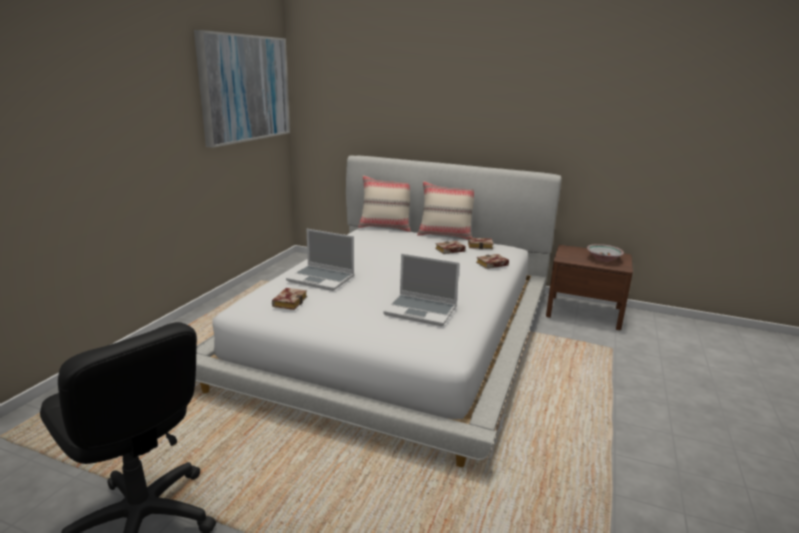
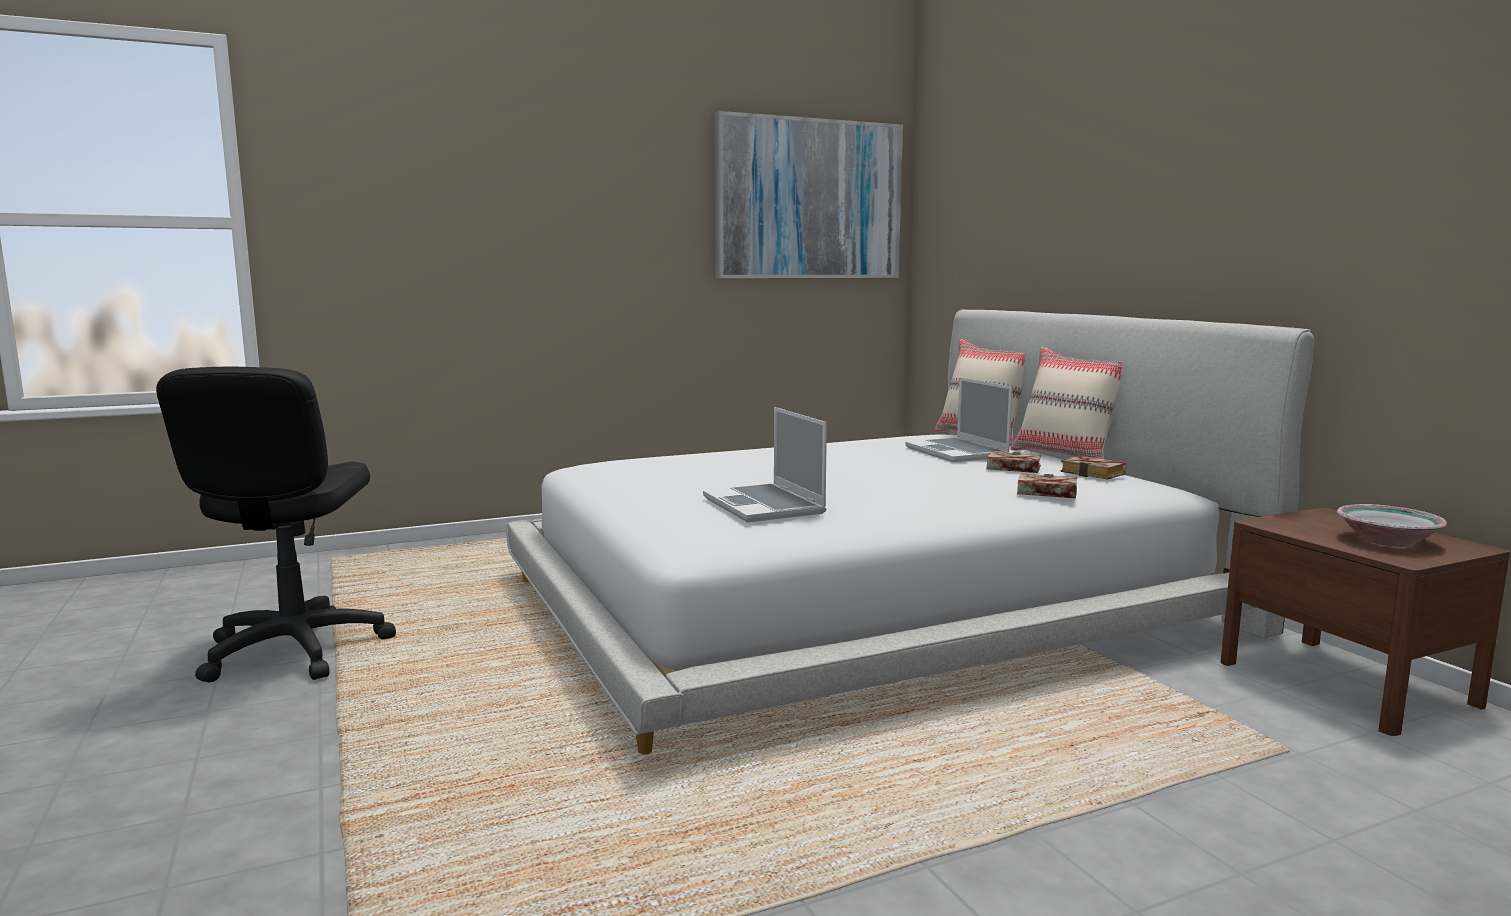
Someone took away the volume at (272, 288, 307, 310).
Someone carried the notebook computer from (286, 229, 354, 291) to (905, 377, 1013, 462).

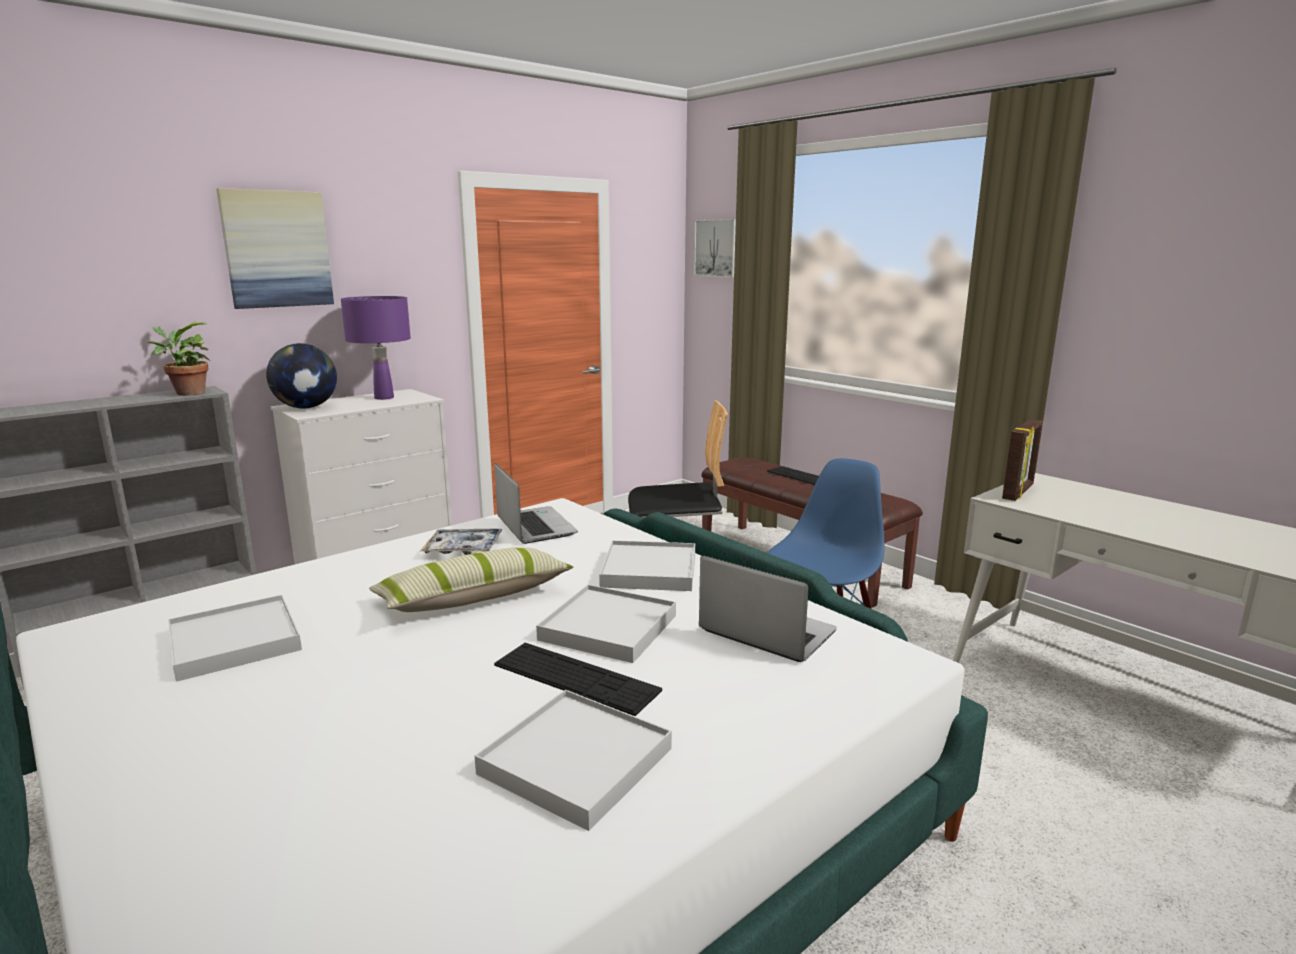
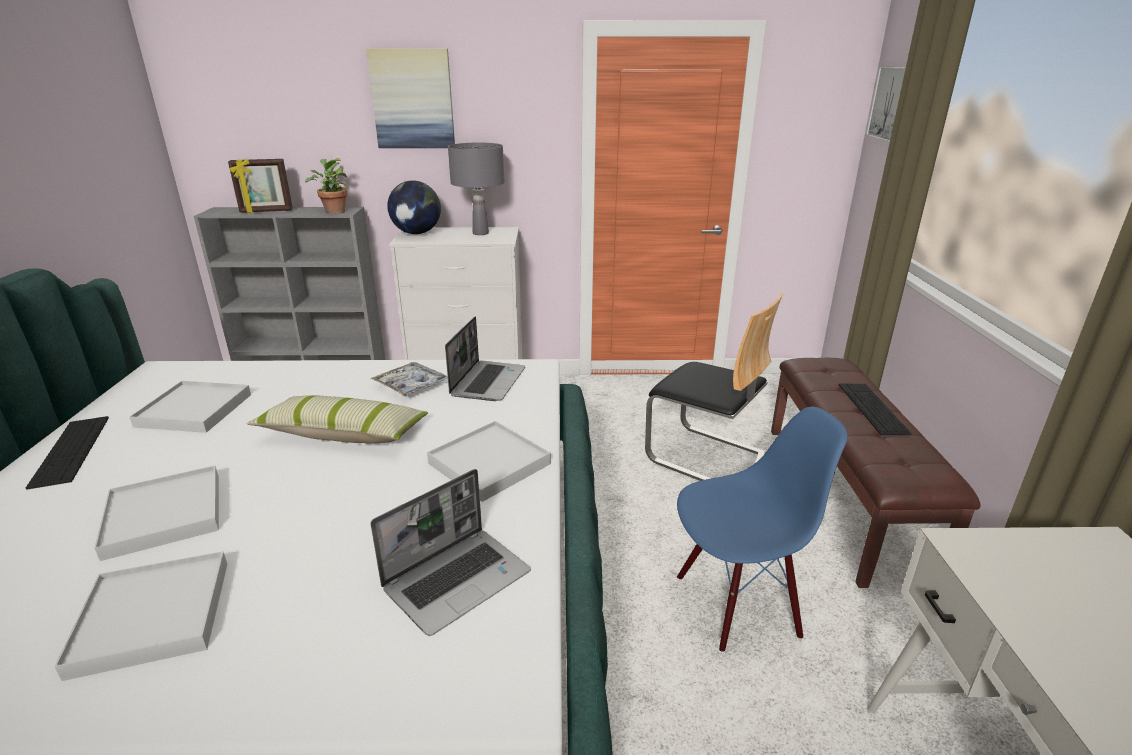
Someone carried the keyboard from (494, 643, 662, 716) to (26, 416, 109, 490).
Someone carried the white-coloured carrying tray from (536, 585, 676, 663) to (94, 466, 219, 561).
Someone carried the standing frame from (1002, 419, 1042, 501) to (228, 159, 293, 213).
Someone repainted the purplish tabletop lamp at (341, 296, 411, 400), which became the greyish tabletop lamp at (448, 143, 504, 235).
Someone rotated the notebook computer at (699, 556, 837, 662) by 60 degrees clockwise.

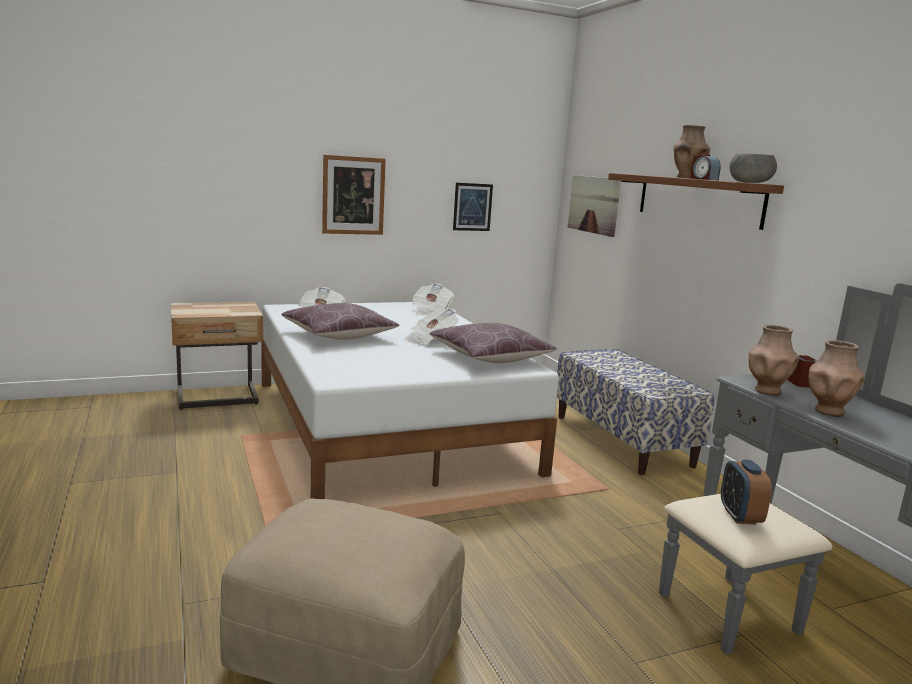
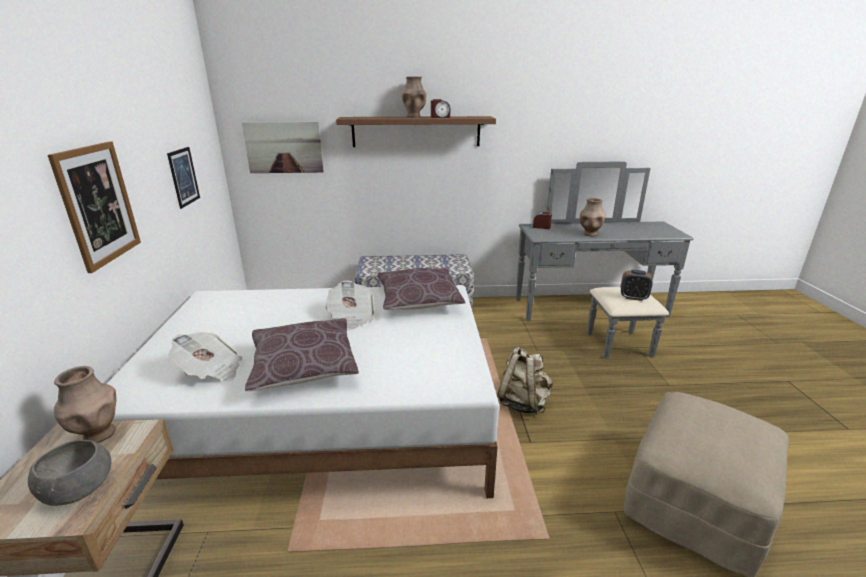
Someone took away the newspaper at (412, 283, 454, 316).
Someone put down the sand-coloured knapsack at (497, 347, 553, 415).
Someone carried the greyish serving bowl from (729, 153, 777, 183) to (28, 440, 111, 506).
Someone carried the brown-coloured decorative vase from (749, 325, 799, 396) to (54, 366, 117, 443).

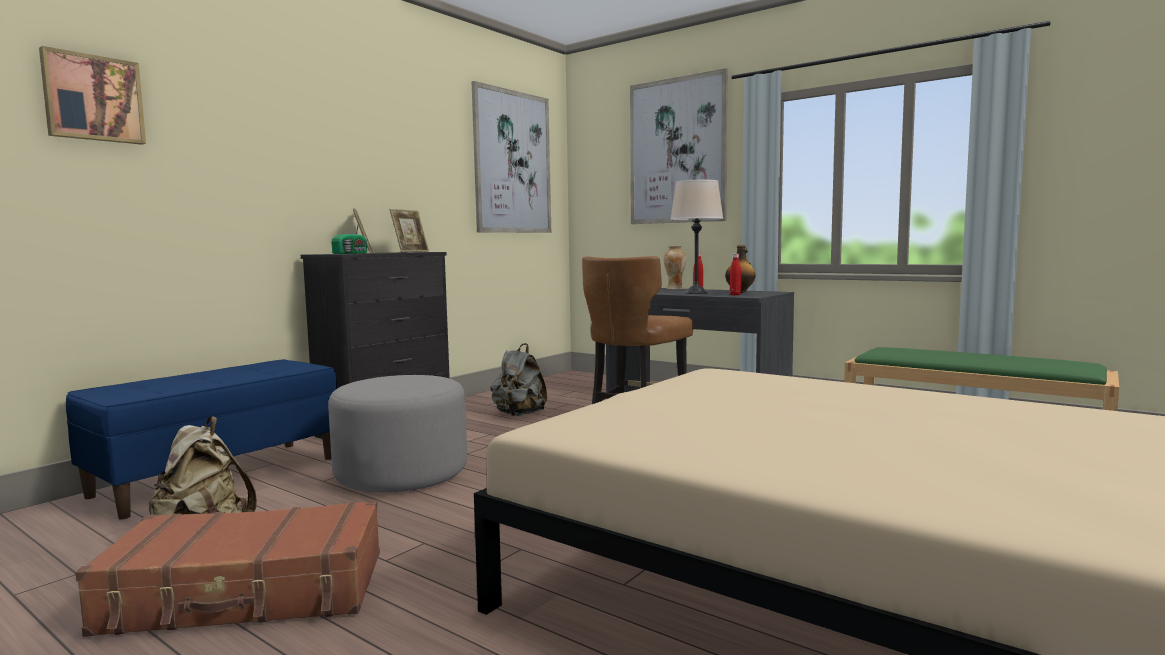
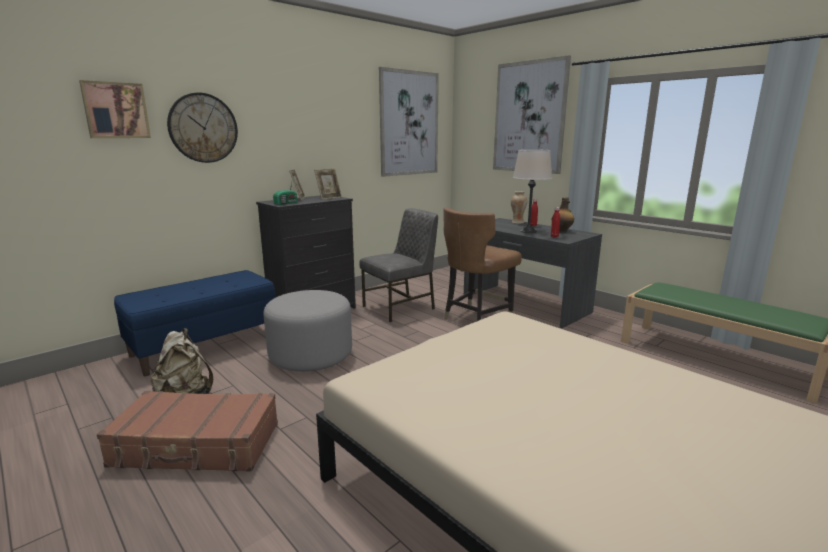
Someone put up the hanging clock at (167, 93, 238, 163).
Someone swapped the greyish knapsack at (491, 343, 547, 416) for the greyish plain chair at (359, 208, 438, 322).

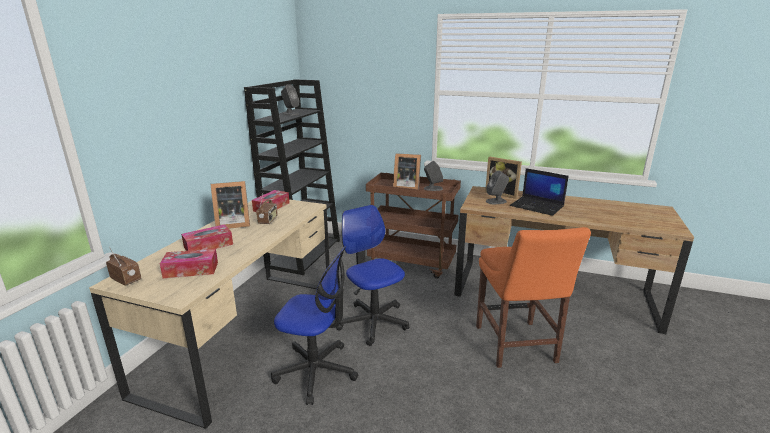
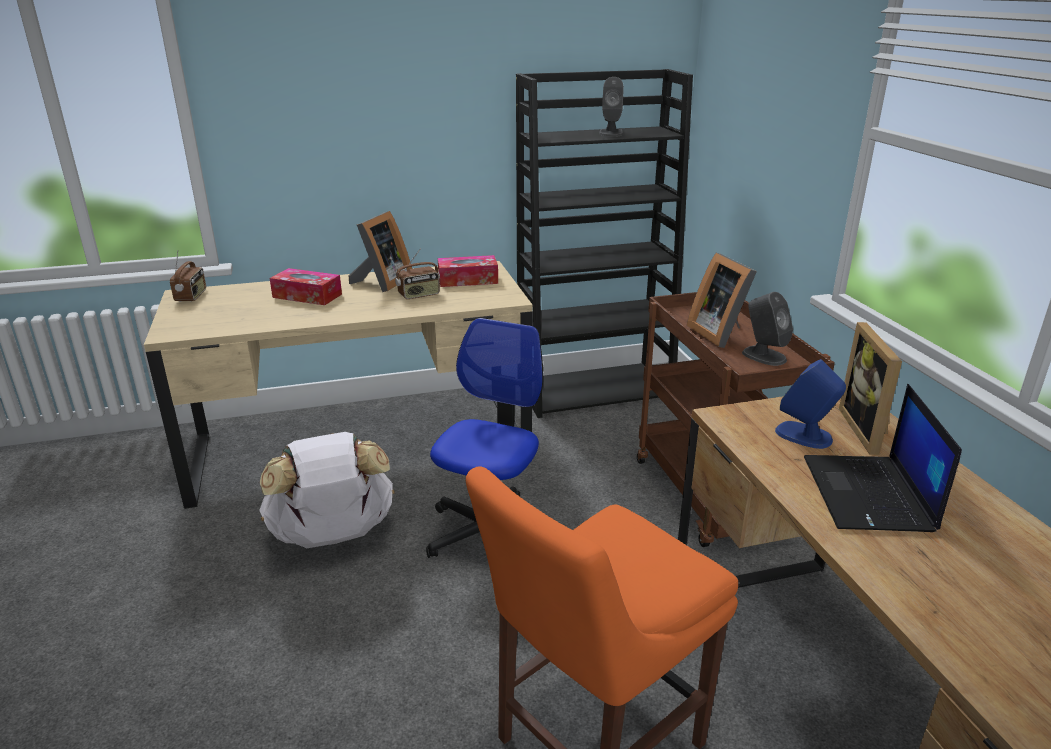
Someone took away the box of tissues at (160, 248, 218, 278).
Someone swapped the office chair at (271, 246, 358, 405) for the white-coloured knapsack at (259, 432, 395, 548).
Someone repainted the greyish audio speaker at (486, 171, 509, 204), which became the blue-coloured audio speaker at (775, 359, 846, 449).
Someone rotated the standing frame at (211, 181, 250, 229) by 105 degrees counterclockwise.

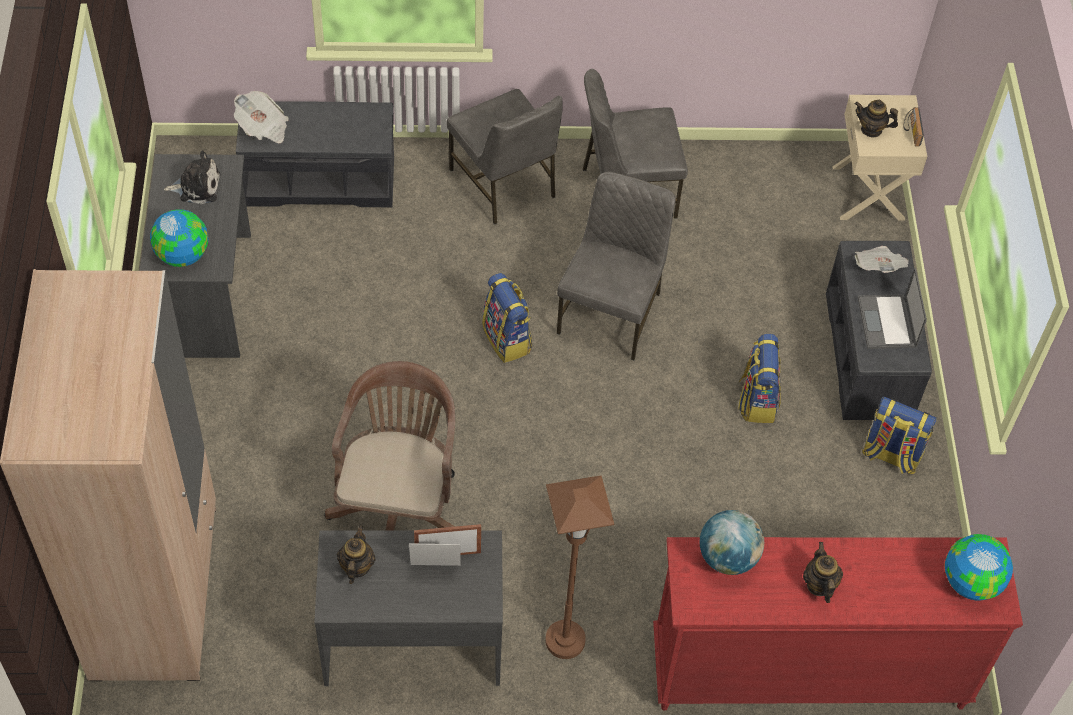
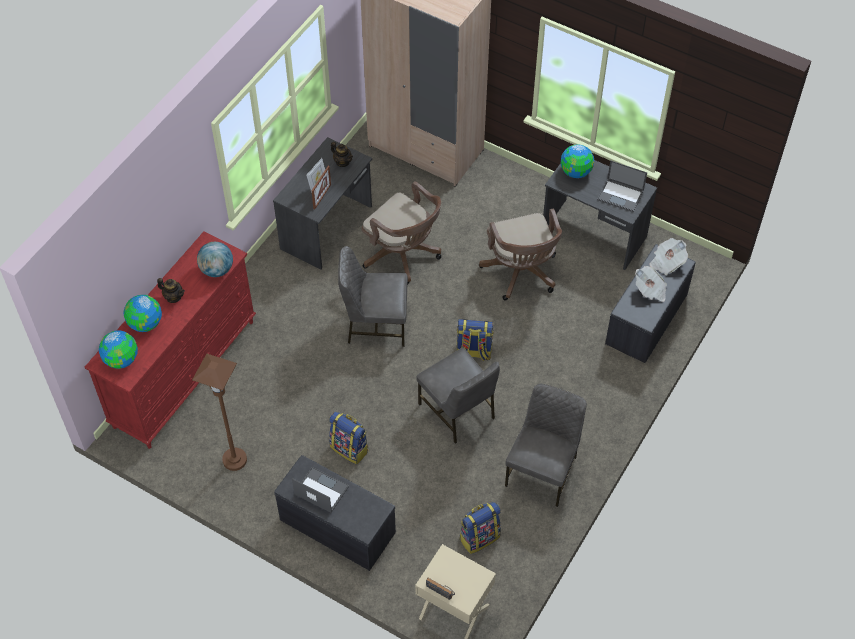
Someone took away the tea pot at (855, 100, 898, 138).
Someone put down the globe at (124, 295, 162, 332).
Someone put down the brown-coloured office chair at (479, 209, 562, 301).
Someone carried the greyish plain chair from (447, 89, 563, 224) to (338, 246, 408, 347).
Someone carried the brown-coloured standard lamp from (545, 475, 614, 659) to (192, 353, 247, 471).
Someone carried the newspaper from (855, 246, 909, 273) to (635, 266, 667, 302).
Someone carried the knapsack from (862, 396, 937, 474) to (460, 502, 501, 554).
Someone swapped the plush toy at (164, 151, 220, 204) for the notebook computer at (597, 160, 647, 212).

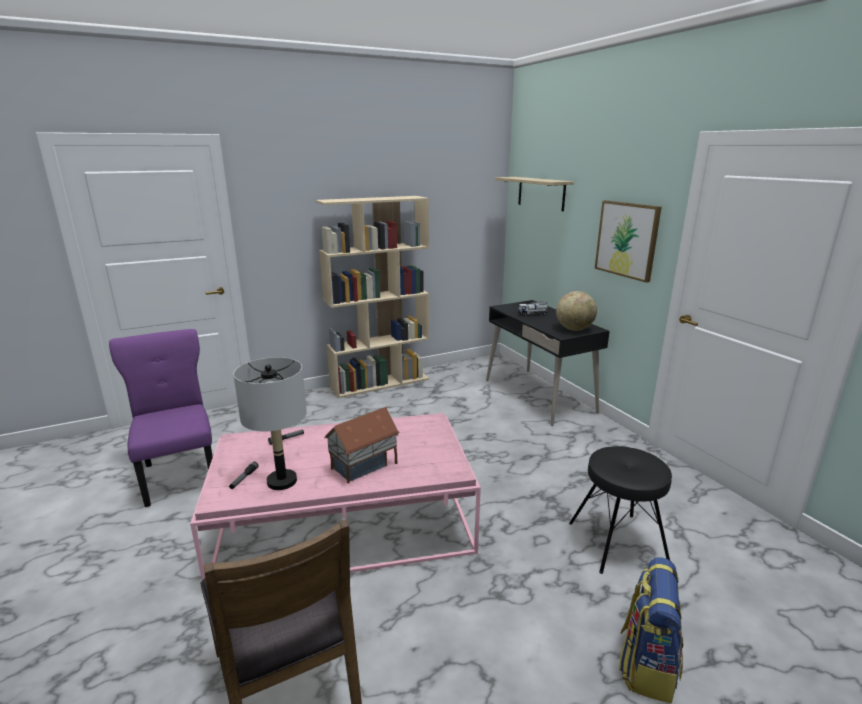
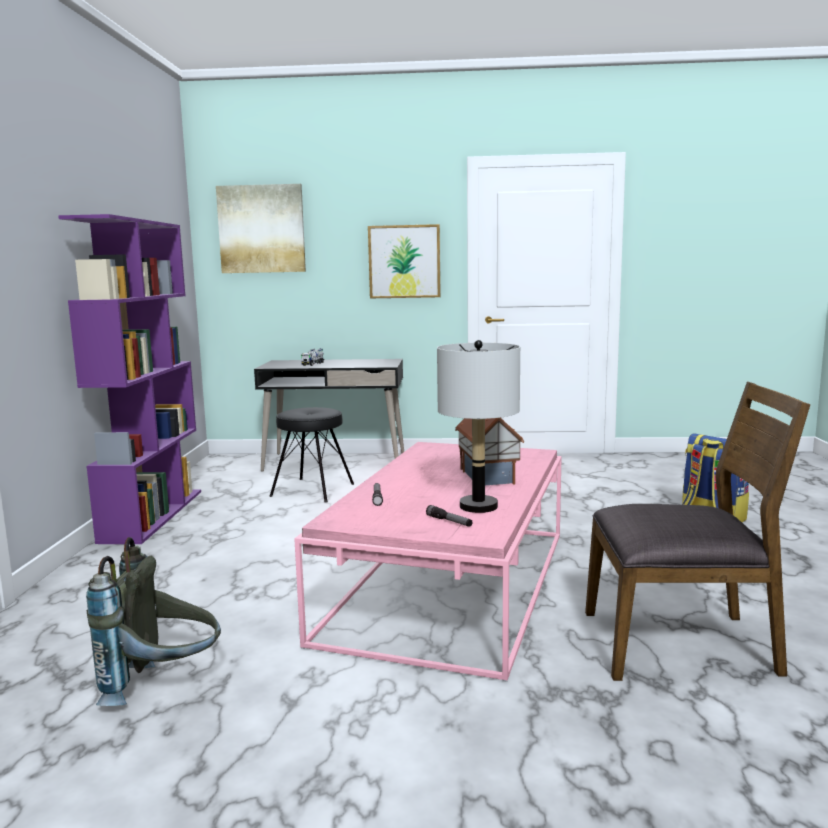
Someone took away the globe at (556, 291, 597, 331).
Someone carried the blackish sitting stool from (569, 446, 672, 574) to (269, 407, 354, 503).
Someone swapped the purplish plain chair at (109, 329, 213, 507) for the greyish knapsack at (86, 537, 221, 706).
Someone swapped the bracket shelf at (495, 177, 574, 211) for the wall picture at (216, 184, 306, 273).
Someone repainted the sand-coloured bookshelf at (315, 196, 429, 398), which became the purplish bookshelf at (58, 214, 201, 544).

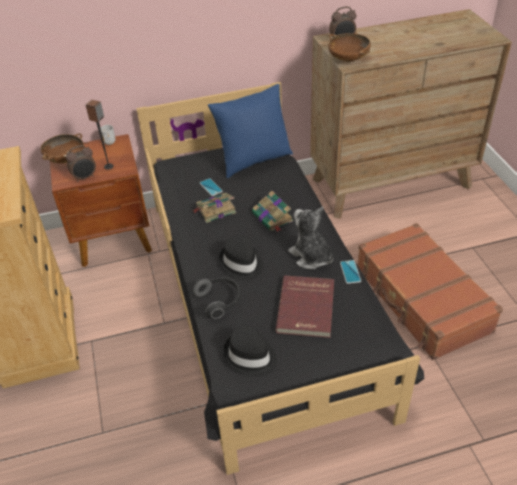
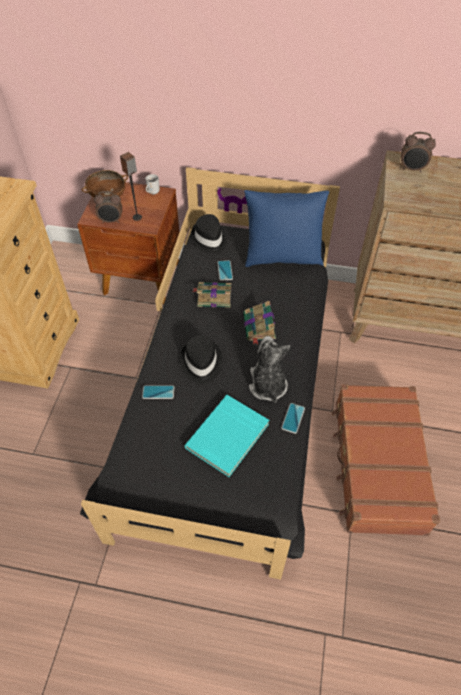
Someone took away the brown-coloured serving bowl at (328, 33, 371, 62).
Someone carried the blackish hat from (223, 325, 277, 377) to (191, 214, 227, 254).
Someone swapped the pair of headphones at (192, 277, 241, 319) for the phone at (142, 385, 174, 399).
Someone repainted the reddish volume at (276, 276, 334, 338), which became the turquoise volume at (185, 395, 269, 477).

